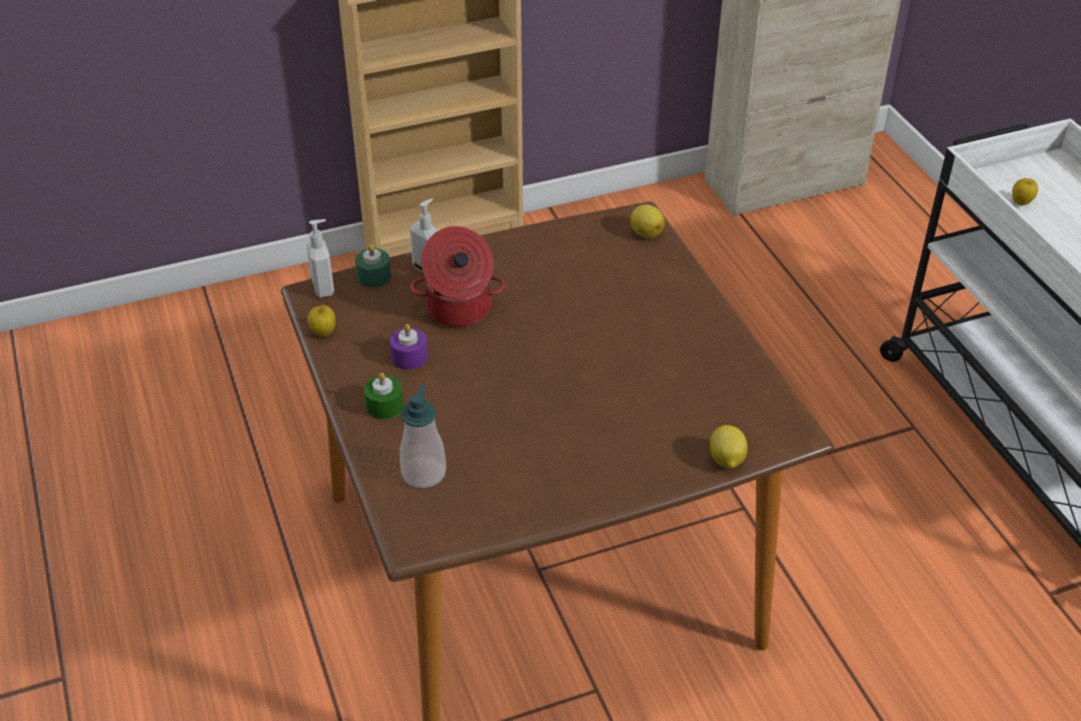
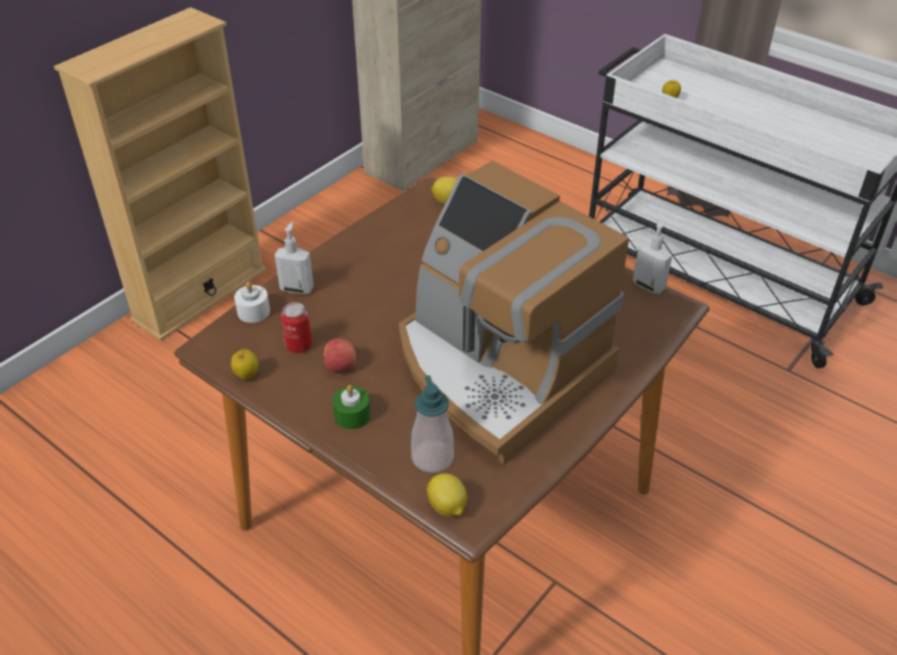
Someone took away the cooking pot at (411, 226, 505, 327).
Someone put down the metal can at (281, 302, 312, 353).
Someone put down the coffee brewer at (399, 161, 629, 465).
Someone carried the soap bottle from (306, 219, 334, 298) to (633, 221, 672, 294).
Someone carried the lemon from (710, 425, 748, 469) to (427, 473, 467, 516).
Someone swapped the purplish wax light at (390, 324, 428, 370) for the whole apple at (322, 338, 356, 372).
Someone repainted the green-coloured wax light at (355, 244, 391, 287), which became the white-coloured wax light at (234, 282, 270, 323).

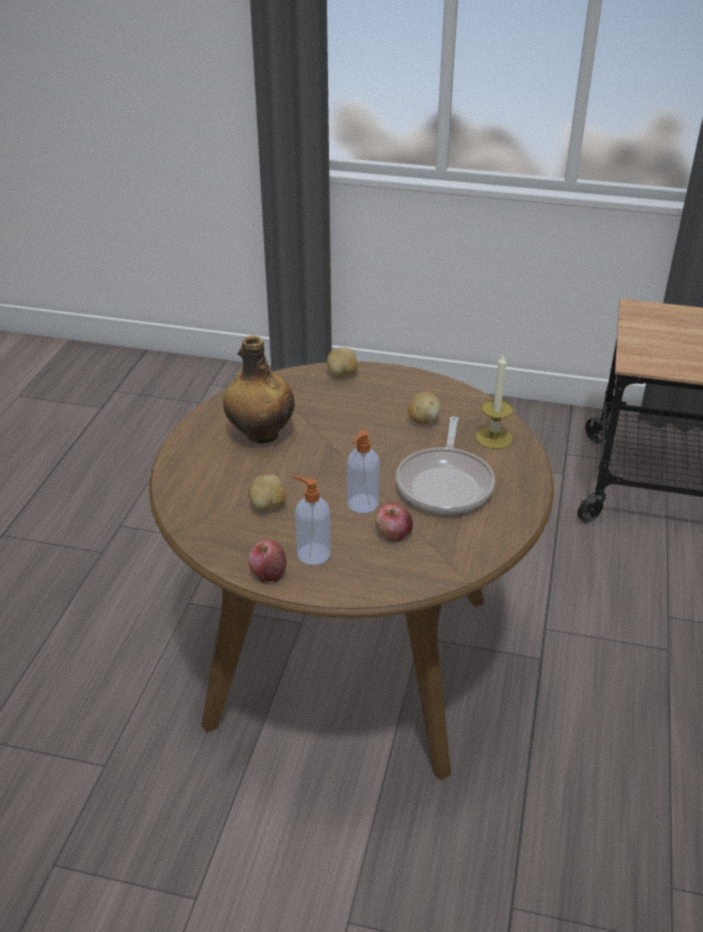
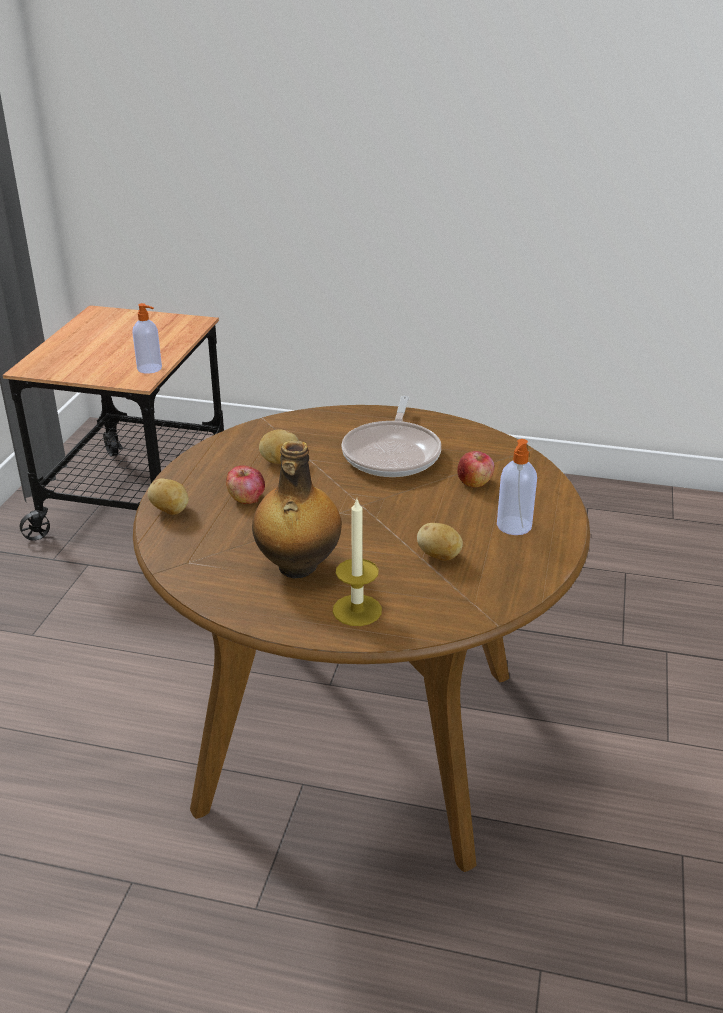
Someone carried the whole apple from (248, 540, 286, 582) to (226, 465, 265, 504).
Someone carried the soap bottle from (347, 430, 380, 513) to (132, 303, 162, 374).
Someone carried the wax light from (476, 355, 513, 449) to (333, 499, 382, 626).
Someone rotated the pan at (396, 416, 495, 514) by 90 degrees clockwise.

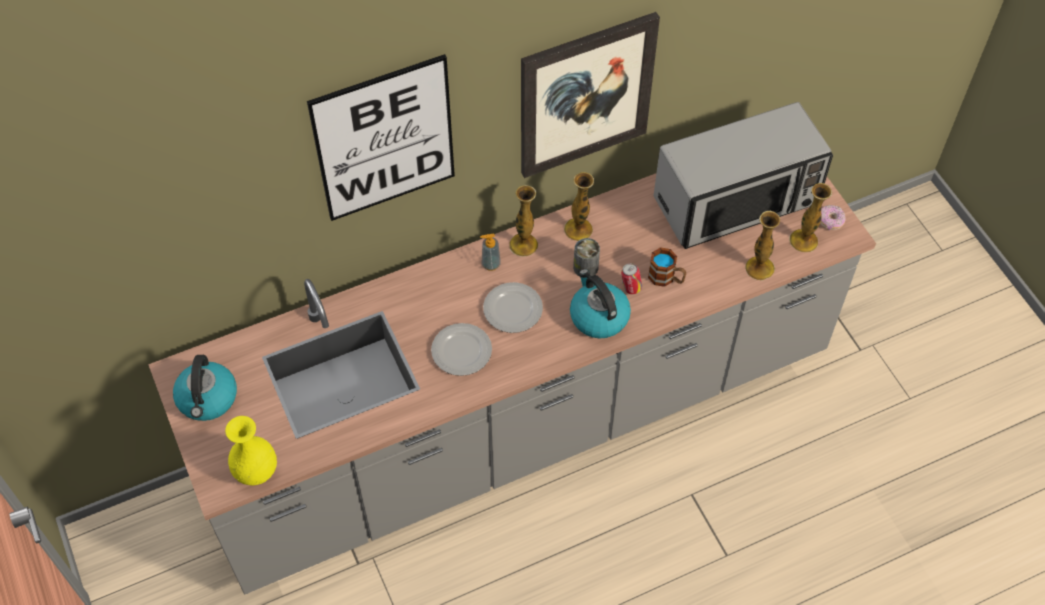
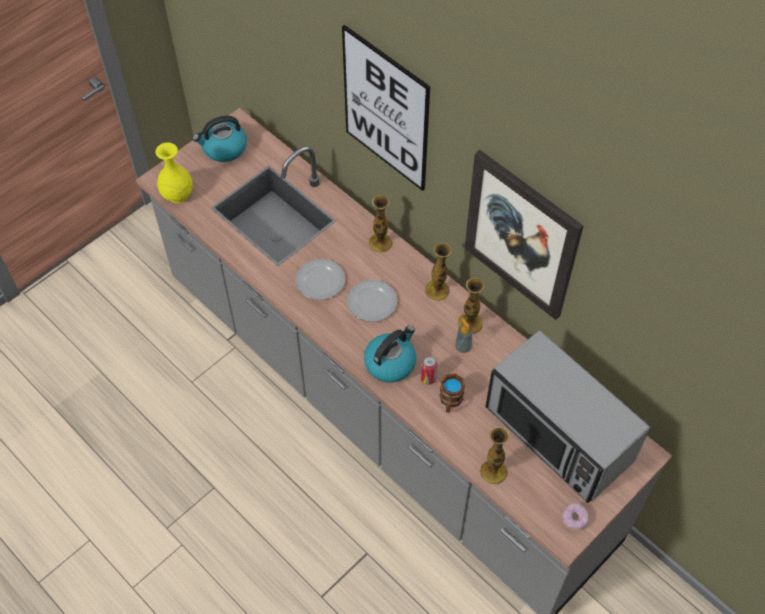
Someone took away the metal can at (573, 238, 600, 276).
Someone carried the soap bottle from (480, 234, 501, 271) to (455, 317, 472, 353).
Someone carried the decorative vase from (789, 183, 832, 252) to (369, 195, 393, 253).

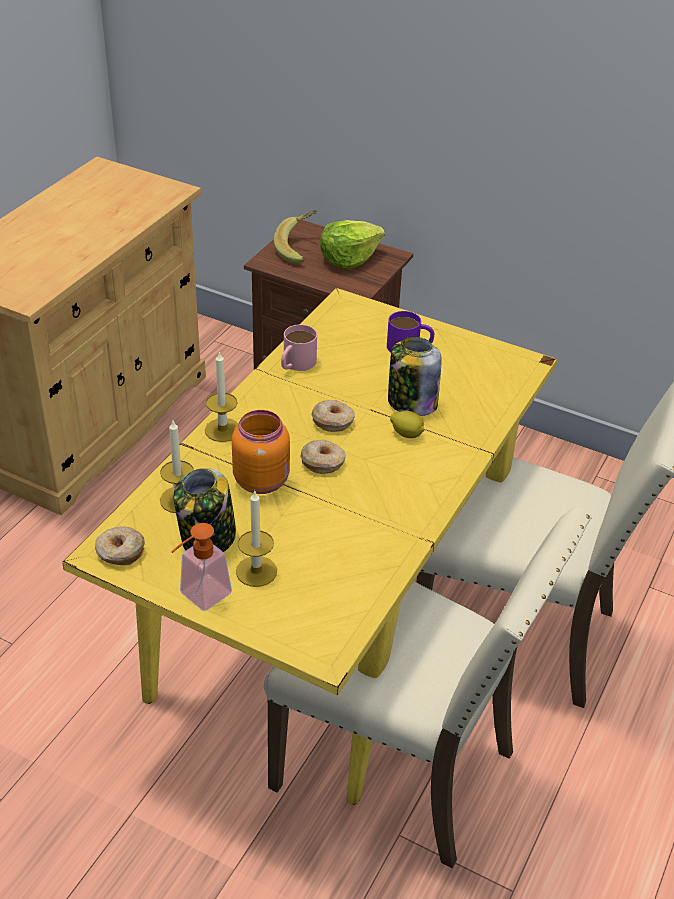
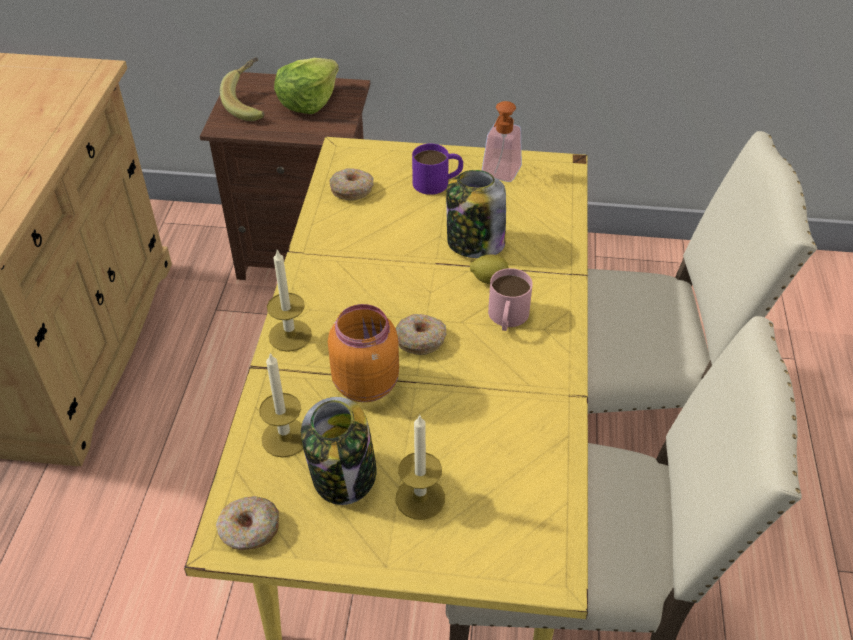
Someone carried the soap bottle from (171, 523, 232, 611) to (482, 101, 522, 182).
Someone carried the pinkish tea mug from (281, 324, 317, 371) to (488, 268, 533, 331).
Someone carried the ring doughnut from (311, 400, 355, 432) to (330, 168, 374, 201).

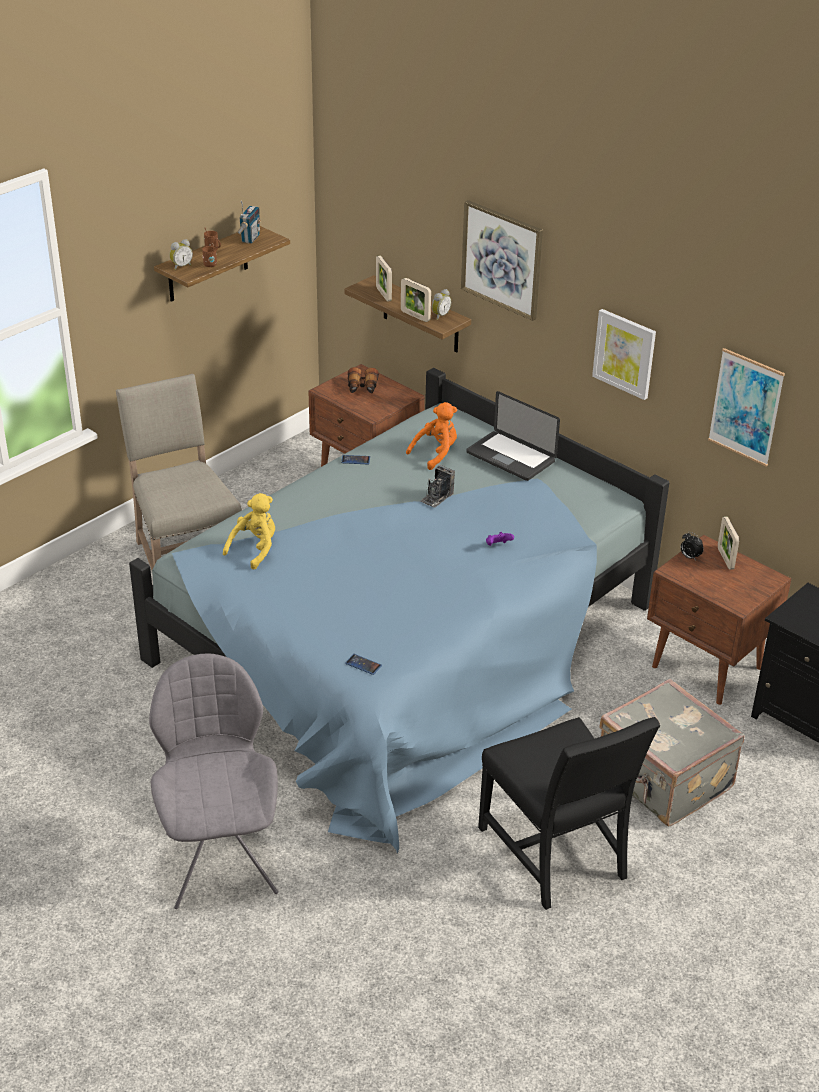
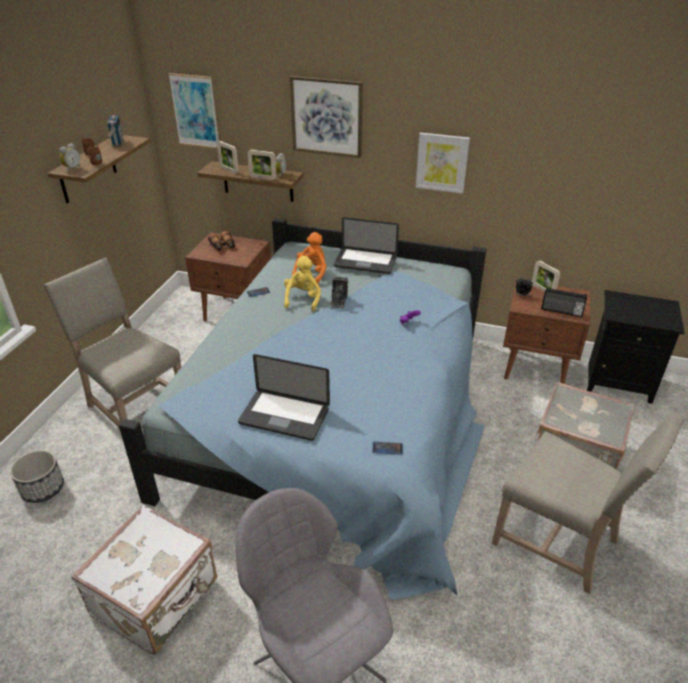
Someone put down the planter at (10, 450, 64, 503).
Someone put down the white-coloured suitcase at (71, 505, 217, 655).
Someone put down the notebook computer at (238, 354, 330, 441).
Someone put down the radio set at (541, 287, 587, 317).
Someone carried the yellow-coloured plush toy from (223, 493, 275, 570) to (284, 256, 321, 311).
Someone carried the wall picture from (708, 348, 785, 466) to (168, 73, 219, 148).
Someone repainted the blackish plain chair at (478, 717, 660, 910), which became the sand-coloured plain chair at (492, 413, 684, 594).

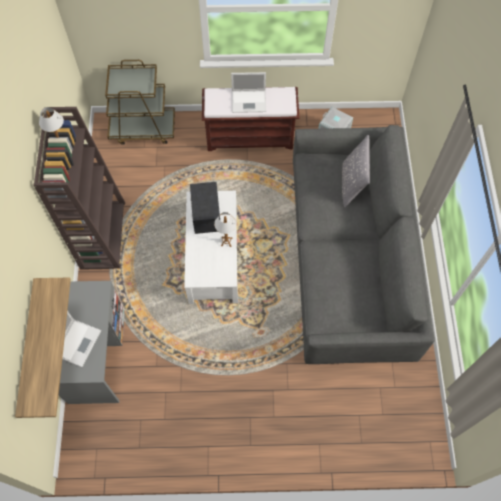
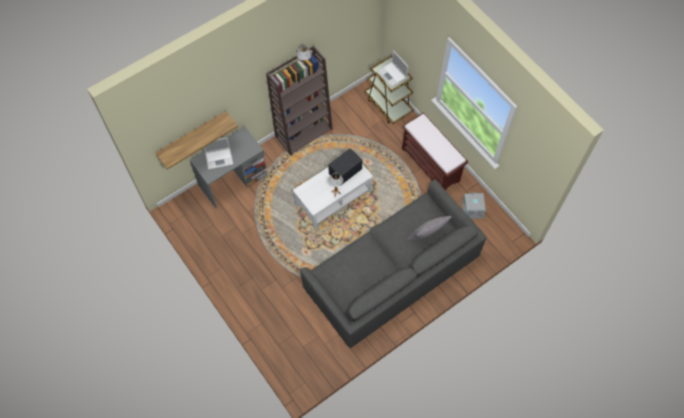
Someone carried the notebook computer from (231, 72, 266, 113) to (377, 50, 409, 87).

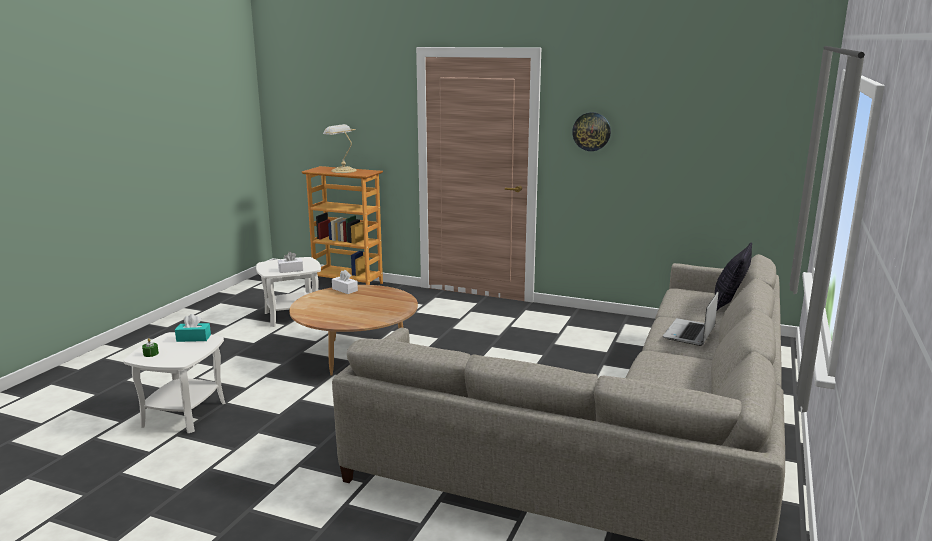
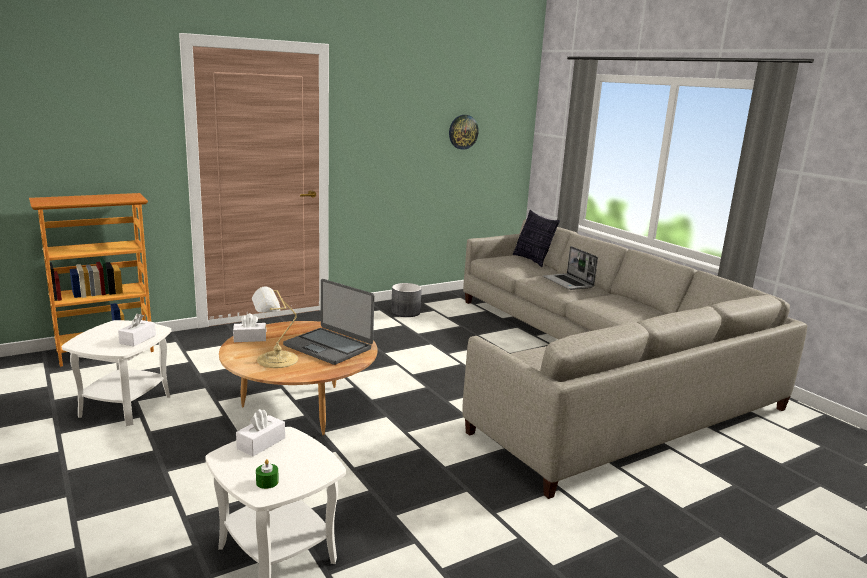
Someone put down the notebook computer at (283, 279, 374, 365).
Someone put down the greyish planter at (391, 283, 422, 317).
Someone carried the tabletop lamp from (323, 124, 357, 173) to (252, 286, 298, 368).
Someone carried the hanging clock from (572, 112, 611, 151) to (449, 115, 479, 150).
Someone repainted the turquoise box of tissues at (175, 314, 211, 342), which became the white-coloured box of tissues at (236, 409, 285, 456).

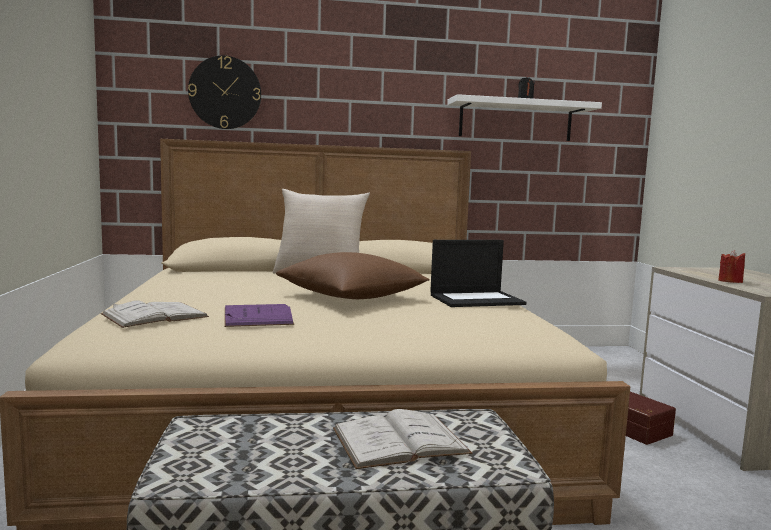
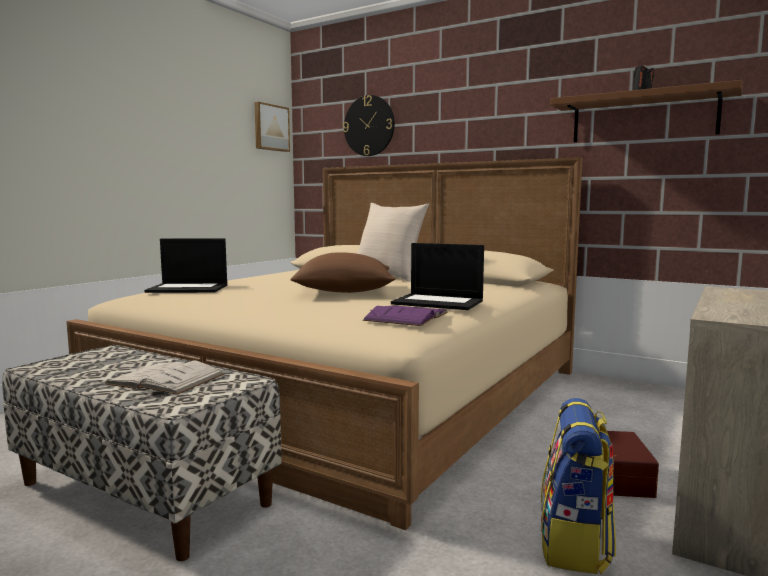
Someone took away the reddish wax light at (718, 250, 745, 283).
Someone put up the wall picture at (254, 102, 290, 152).
Someone put down the knapsack at (541, 398, 616, 574).
Someone carried the purplish volume from (224, 304, 294, 327) to (362, 305, 448, 326).
Someone swapped the white-coloured volume at (101, 300, 209, 328) for the notebook computer at (144, 238, 227, 293).
Someone repainted the white-coloured bracket shelf at (447, 94, 602, 141), which became the brown-coloured bracket shelf at (550, 80, 742, 142).

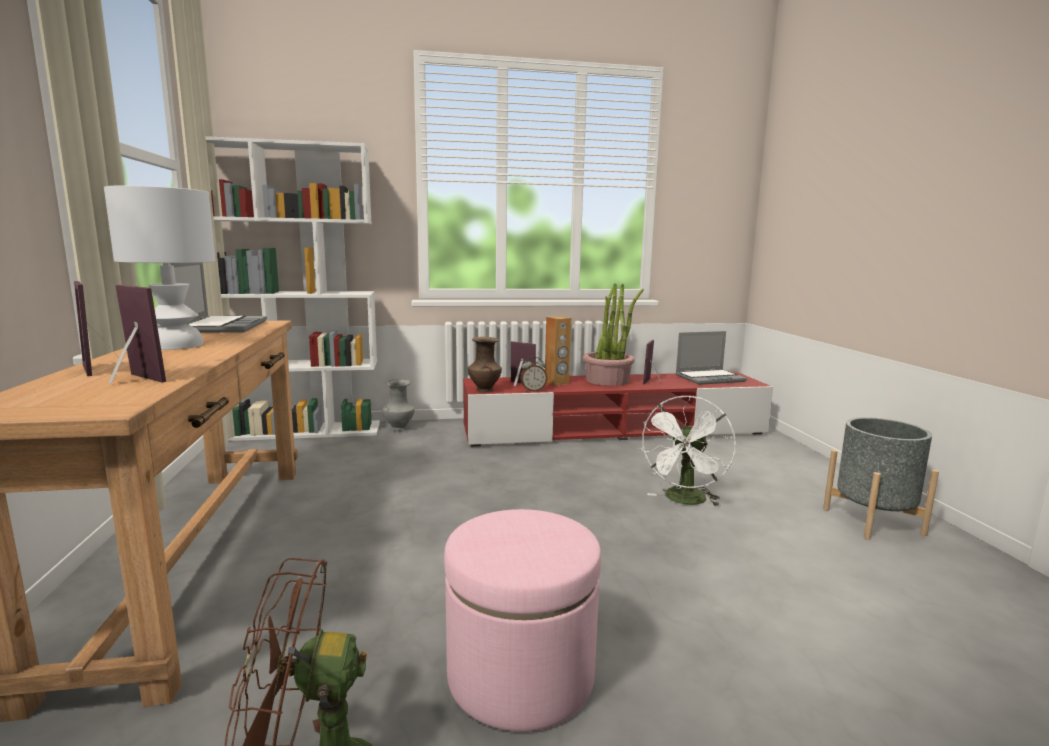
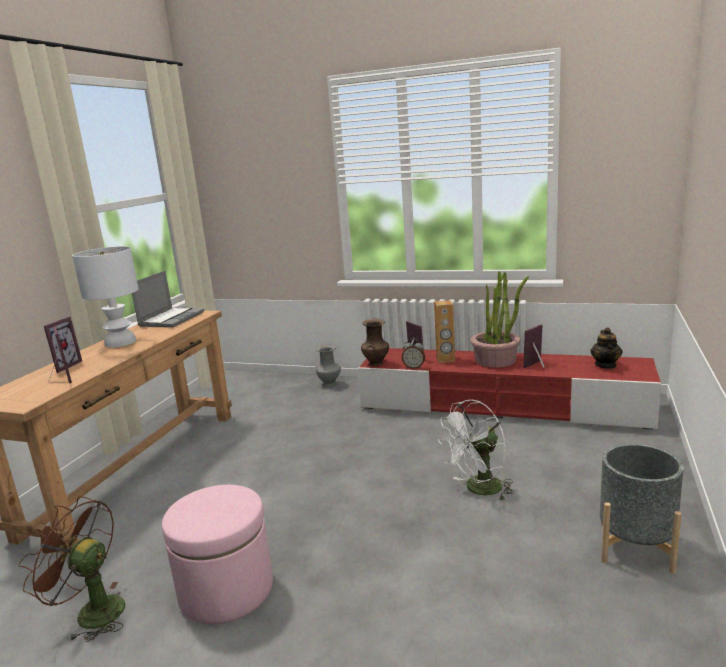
Someone took away the white-coloured bookshelf at (206, 136, 380, 441).
Someone swapped the notebook computer at (675, 331, 747, 385) for the tea pot at (590, 328, 622, 369).
Someone rotated the standing frame at (74, 281, 113, 376) by 150 degrees counterclockwise.

